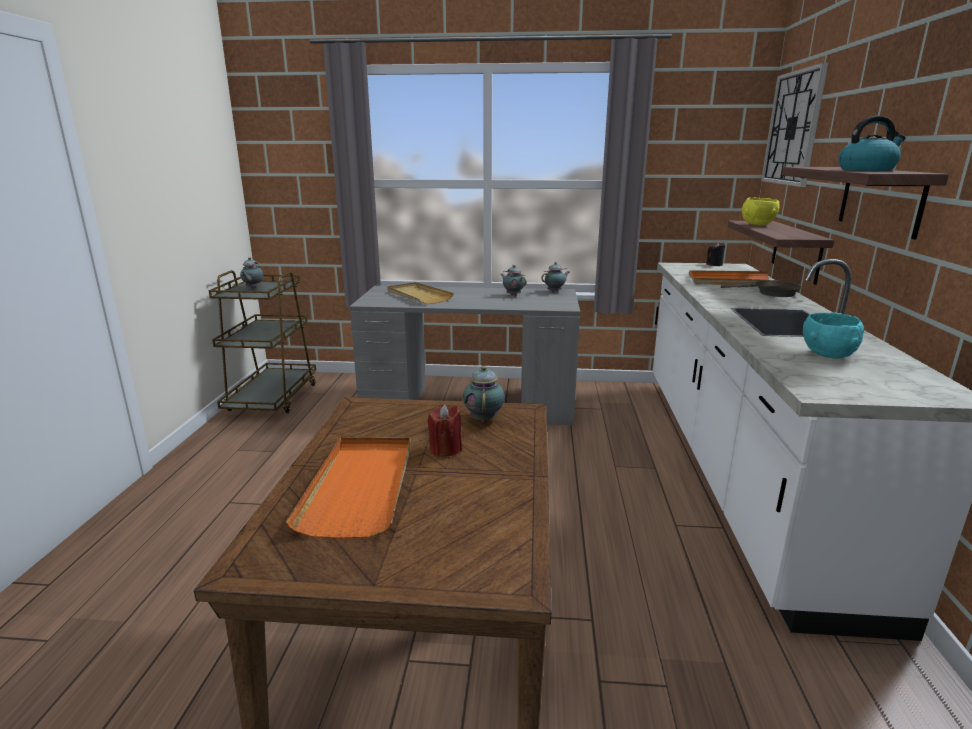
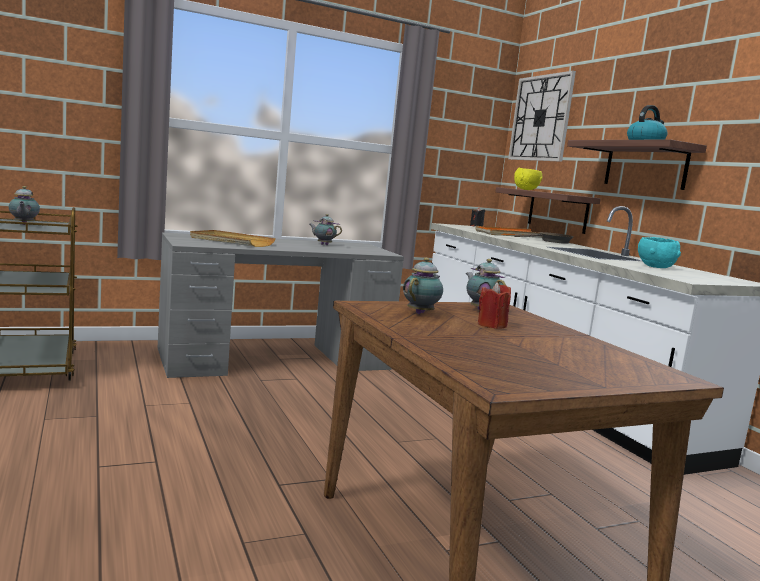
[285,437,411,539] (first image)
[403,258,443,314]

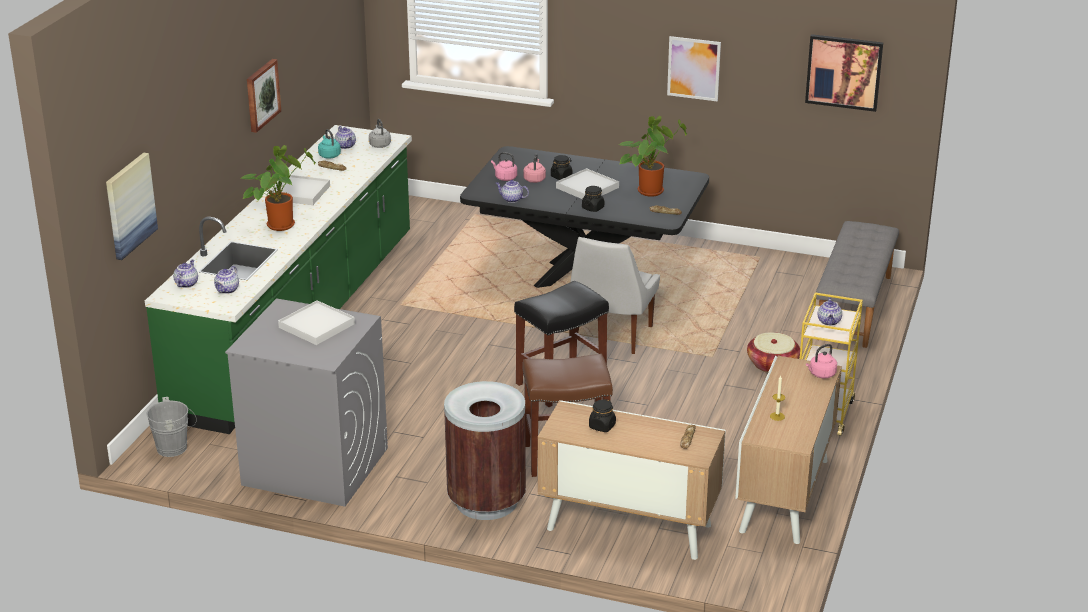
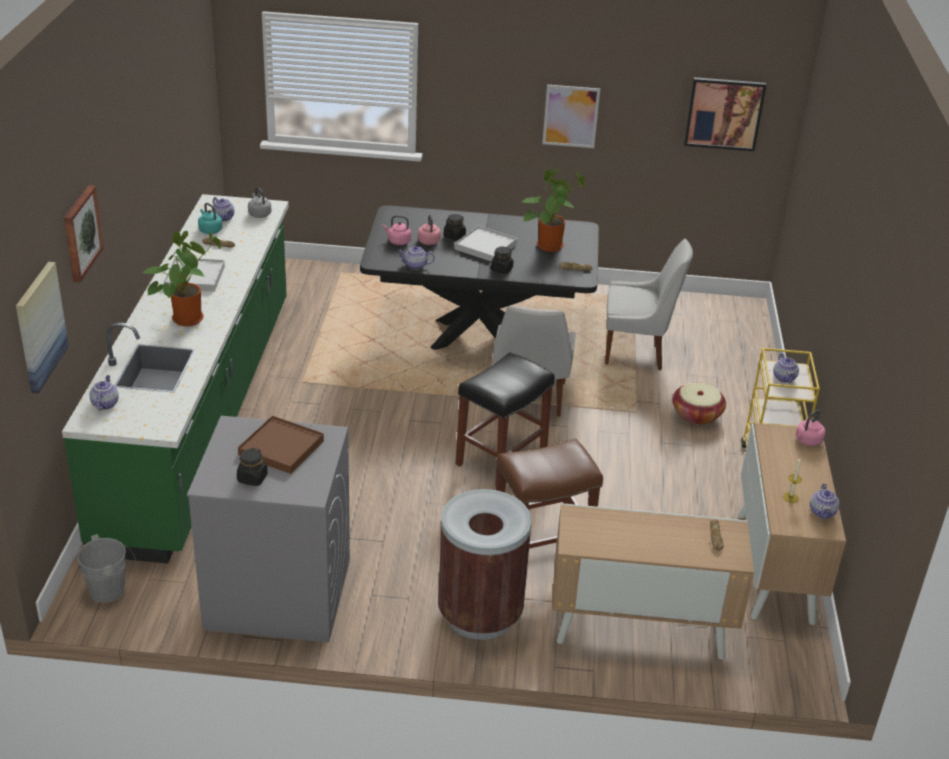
[810,483,840,519]
[64,185,104,283]
[238,416,324,474]
[237,448,268,486]
[816,221,899,348] (first image)
[605,239,693,371]

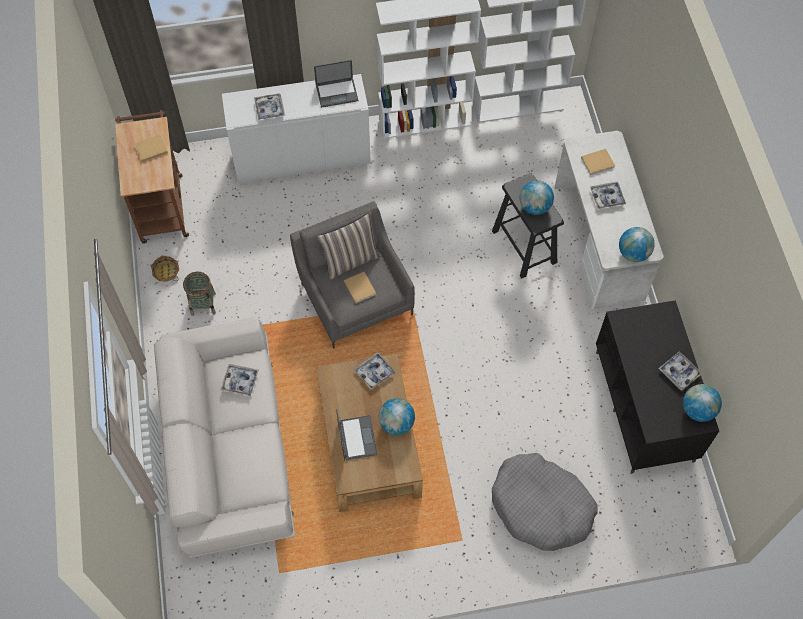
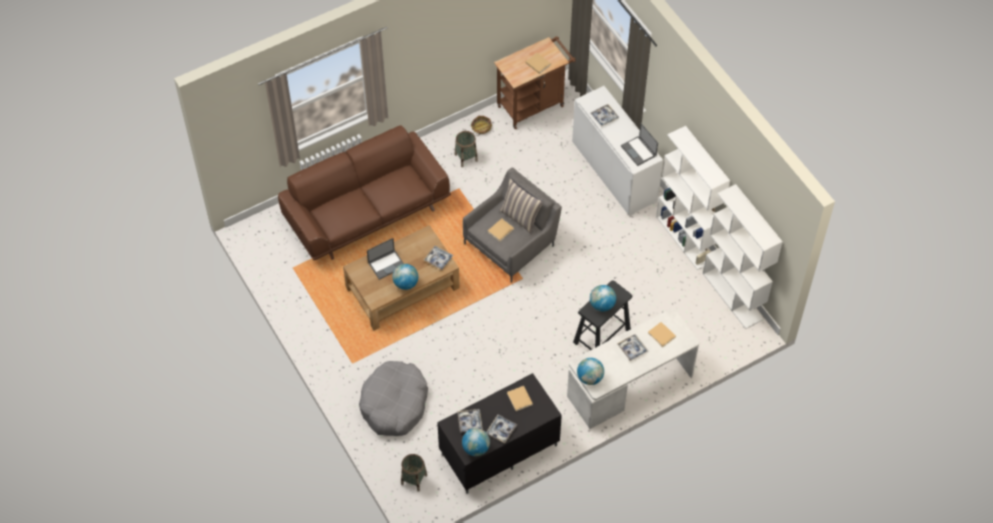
[278,125,451,260]
[457,409,483,433]
[401,454,427,491]
[507,386,533,411]

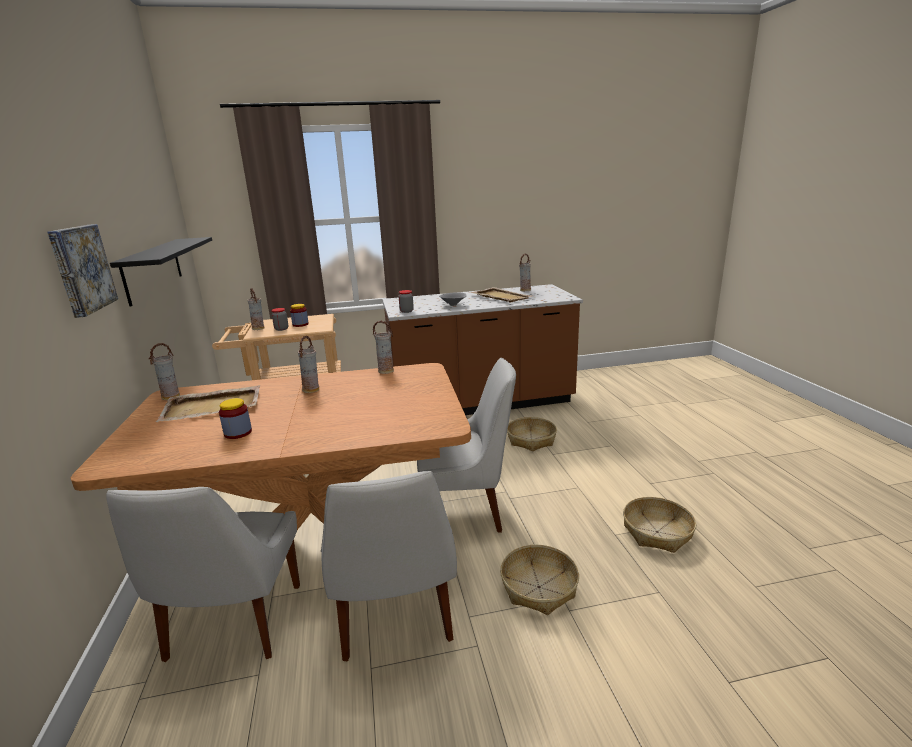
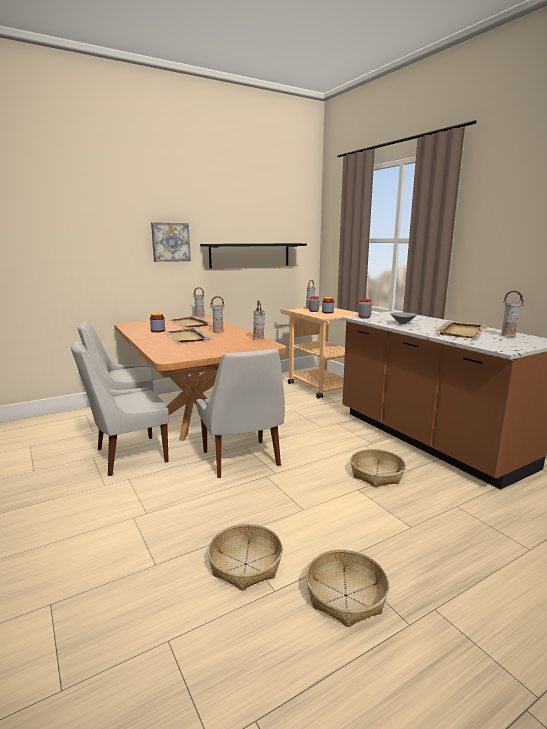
[306,549,389,627]
[164,327,212,342]

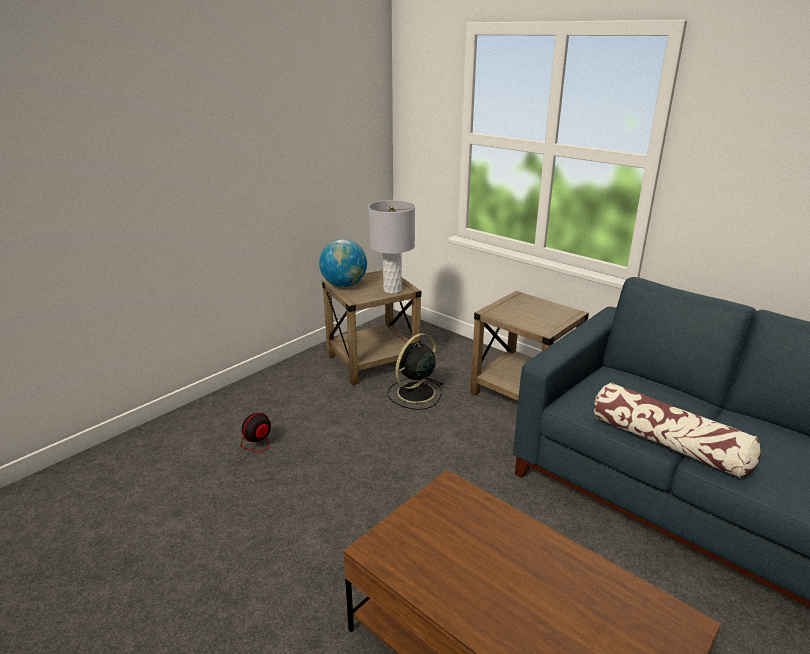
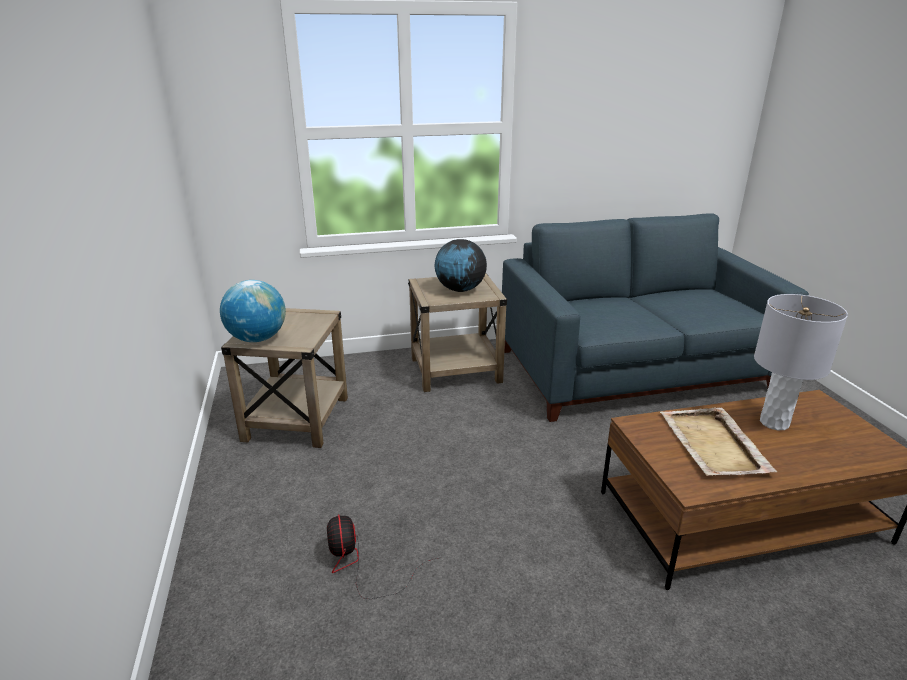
[754,294,848,430]
[387,333,443,410] (first image)
[594,383,761,478] (first image)
[435,239,487,292]
[660,407,777,476]

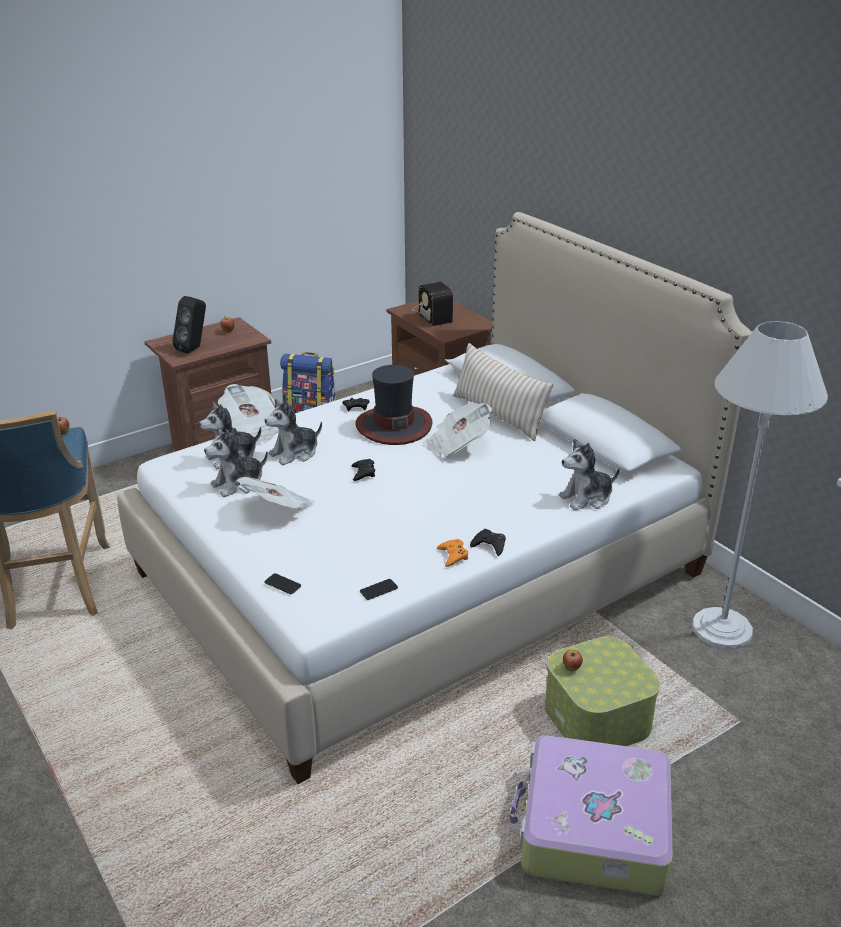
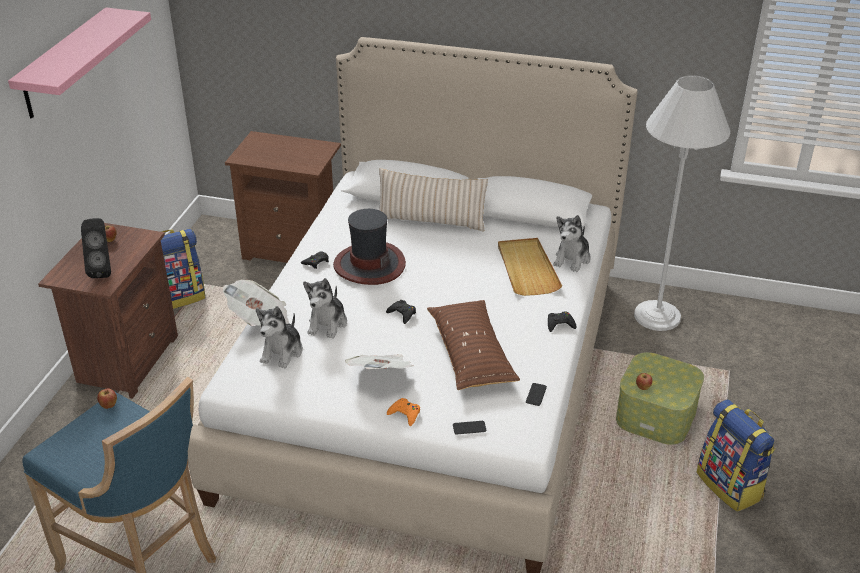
[204,427,268,497] (first image)
[412,282,453,326] (first image)
[423,402,493,457] (first image)
[387,398,420,426]
[697,399,775,512]
[8,7,151,119]
[427,300,520,390]
[498,238,562,296]

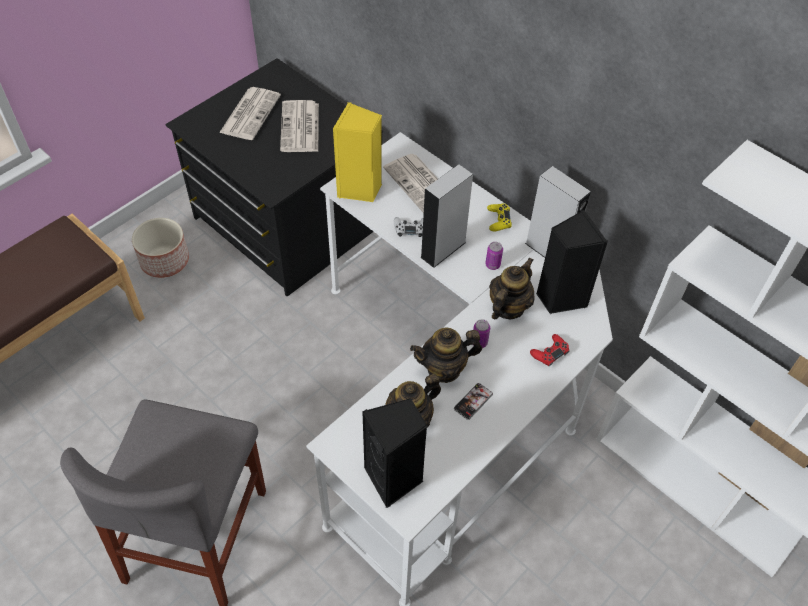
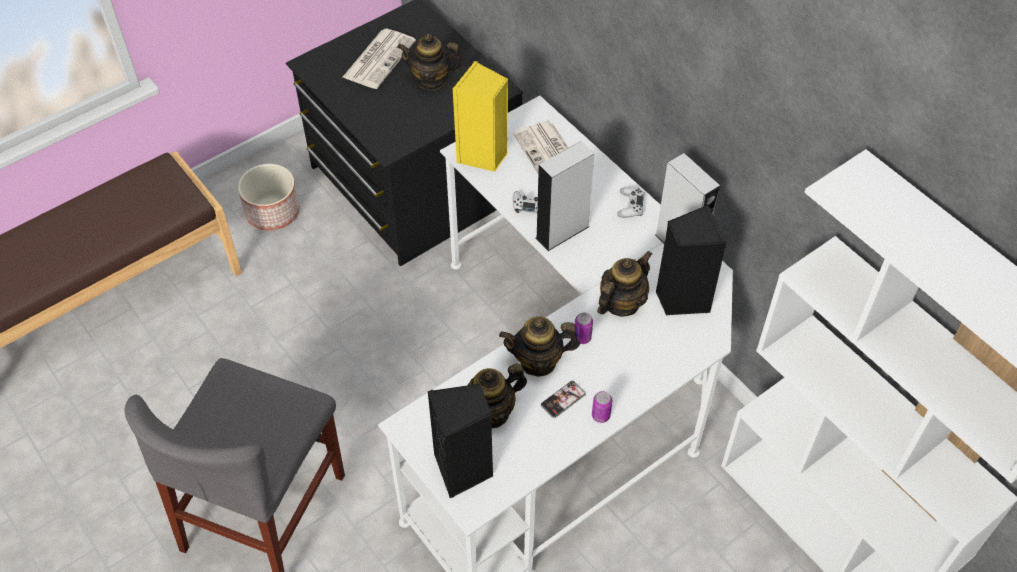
[397,34,464,90]
[592,391,612,423]
[617,187,645,218]
[530,334,570,366] (first image)

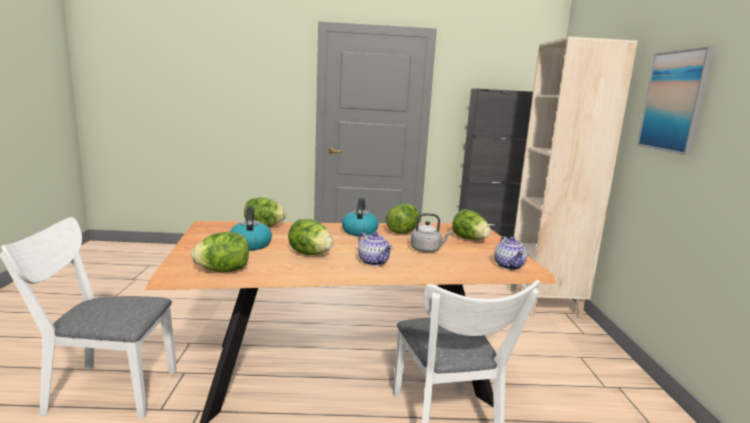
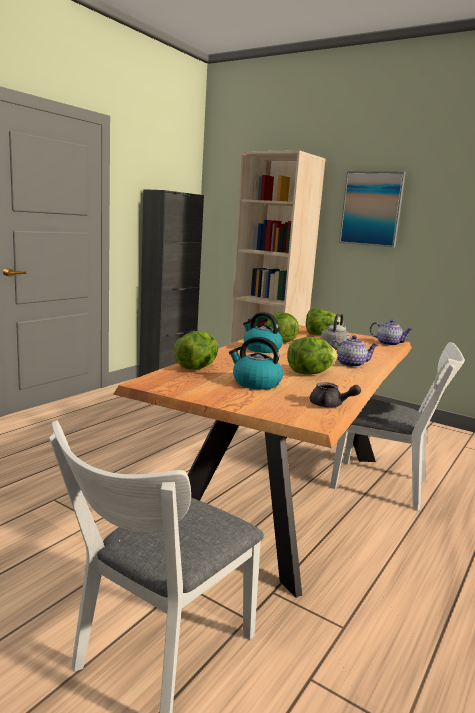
[310,382,361,408]

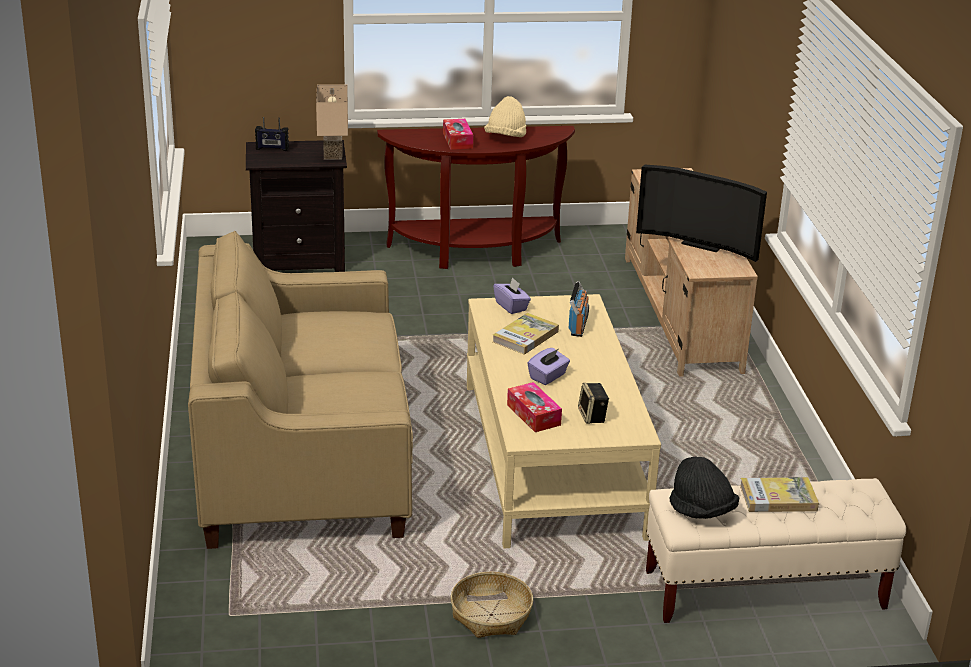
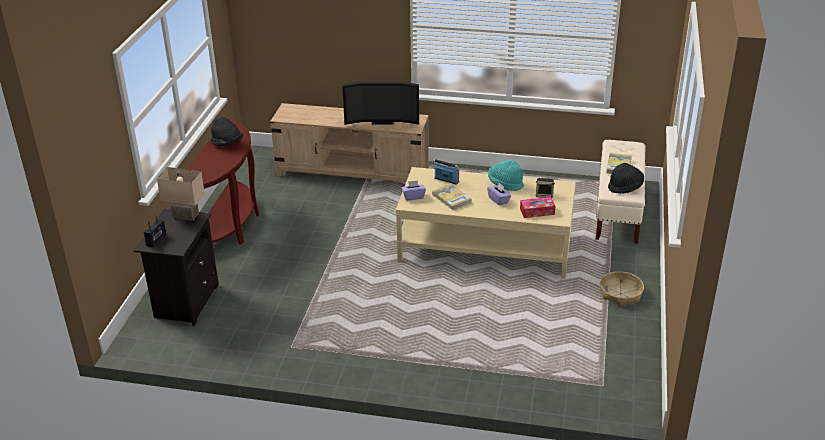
[188,231,413,549] (first image)
[443,119,473,150] (first image)
[211,117,243,146]
[342,82,419,125]
[488,160,524,191]

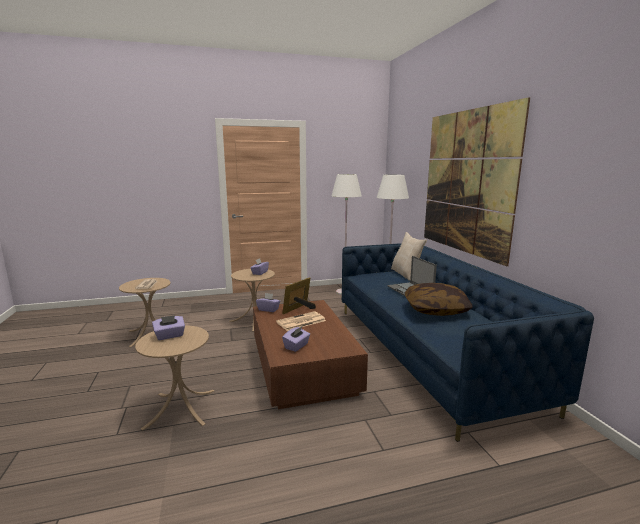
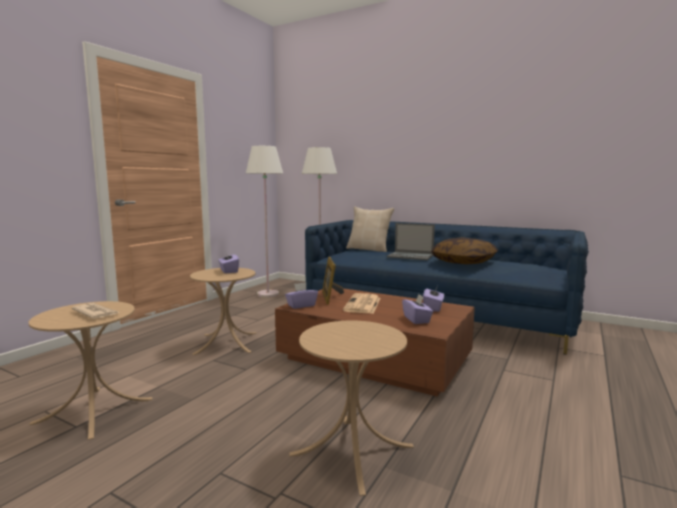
[423,286,444,312]
[424,97,530,266] (first image)

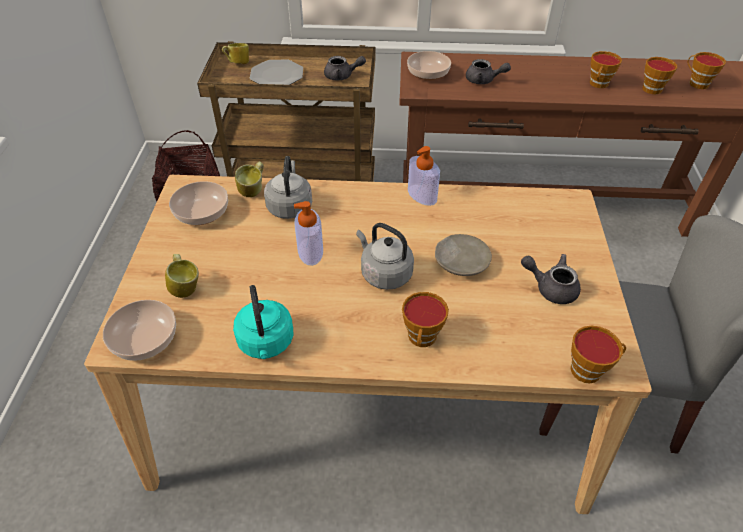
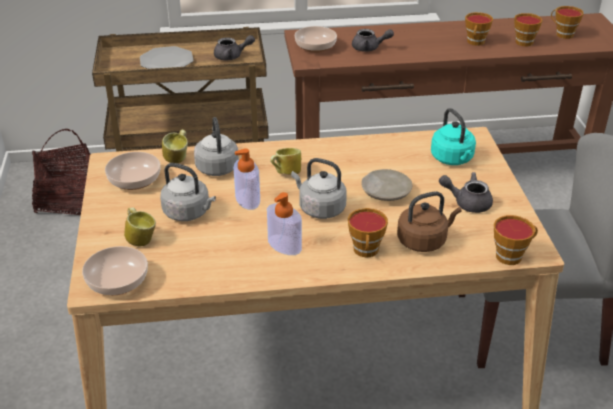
[270,148,301,174]
[431,108,476,165]
[267,192,302,255]
[160,163,216,221]
[397,191,461,252]

